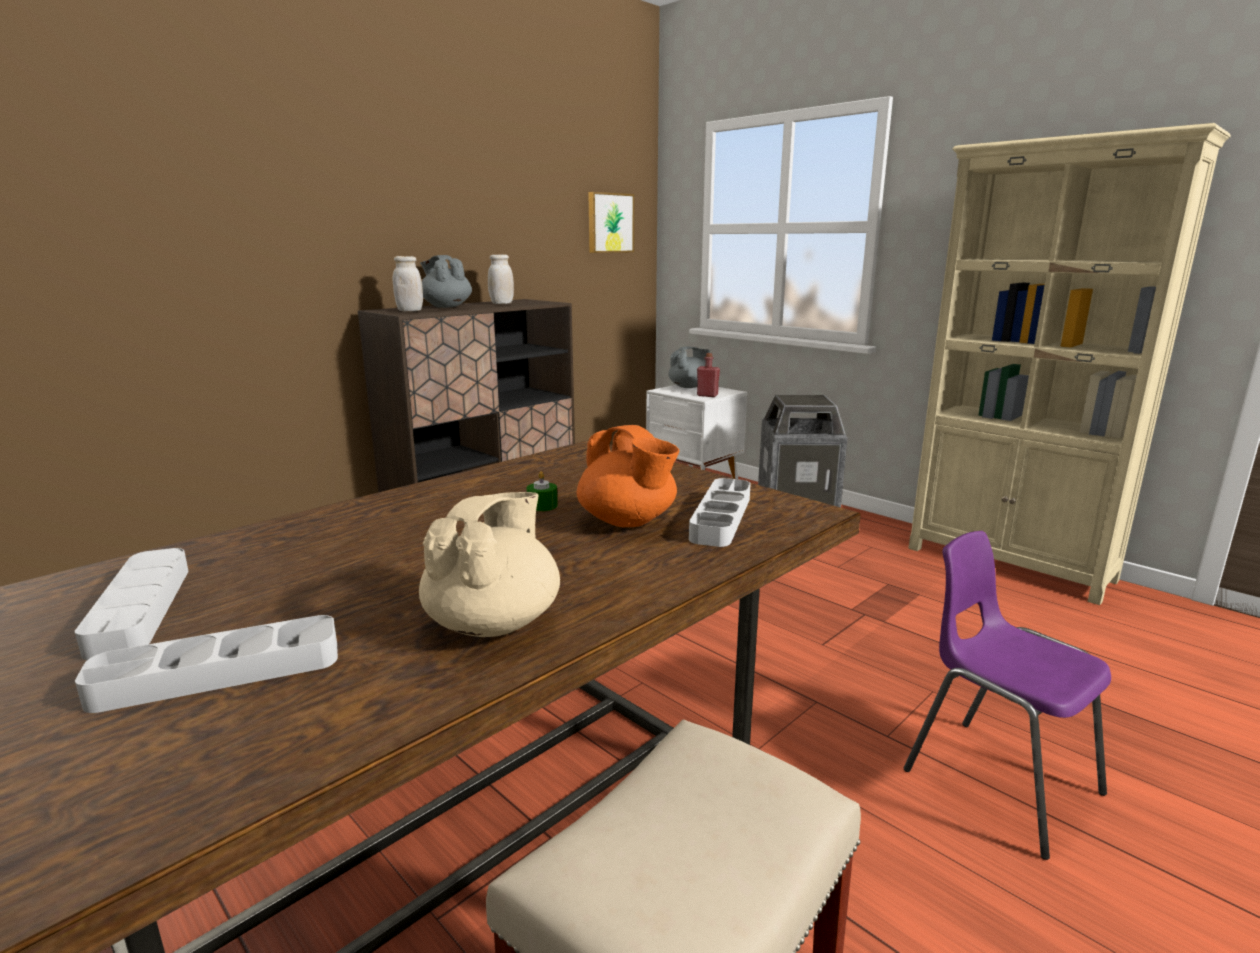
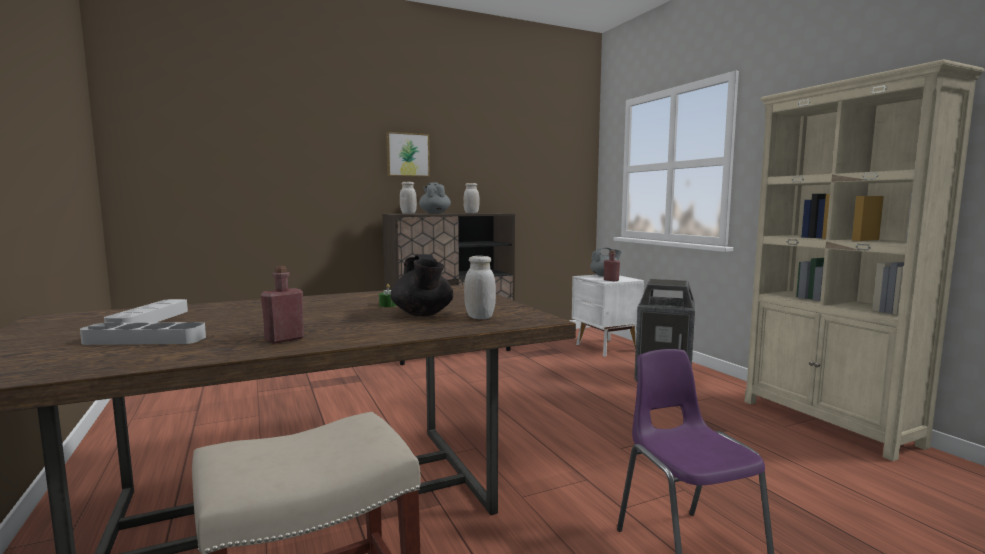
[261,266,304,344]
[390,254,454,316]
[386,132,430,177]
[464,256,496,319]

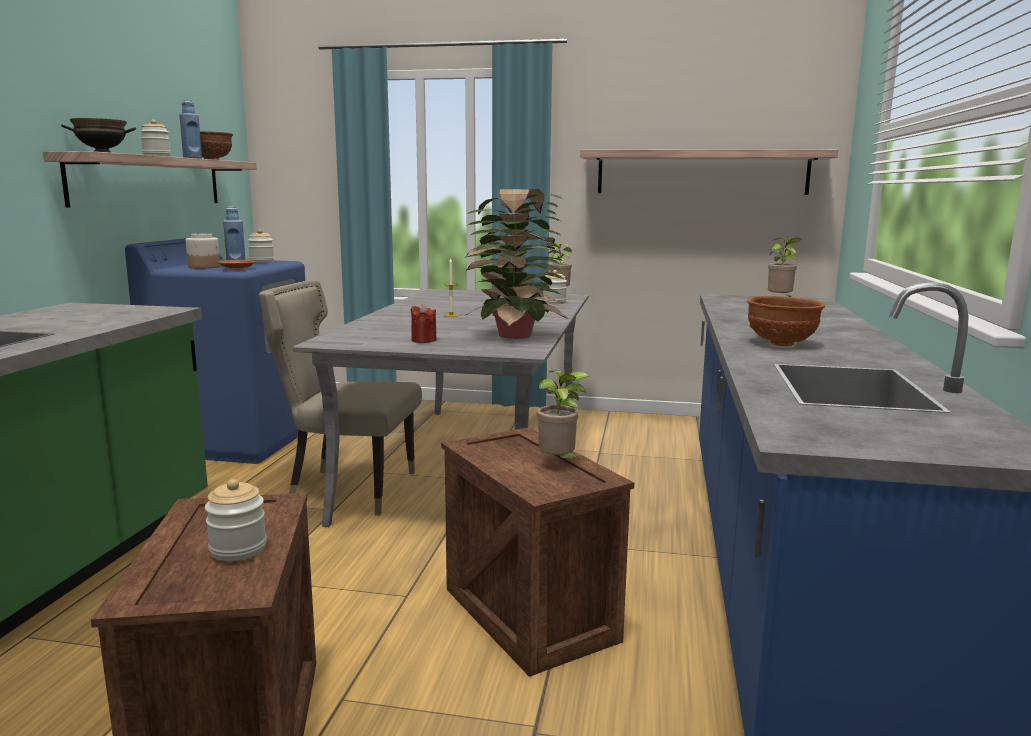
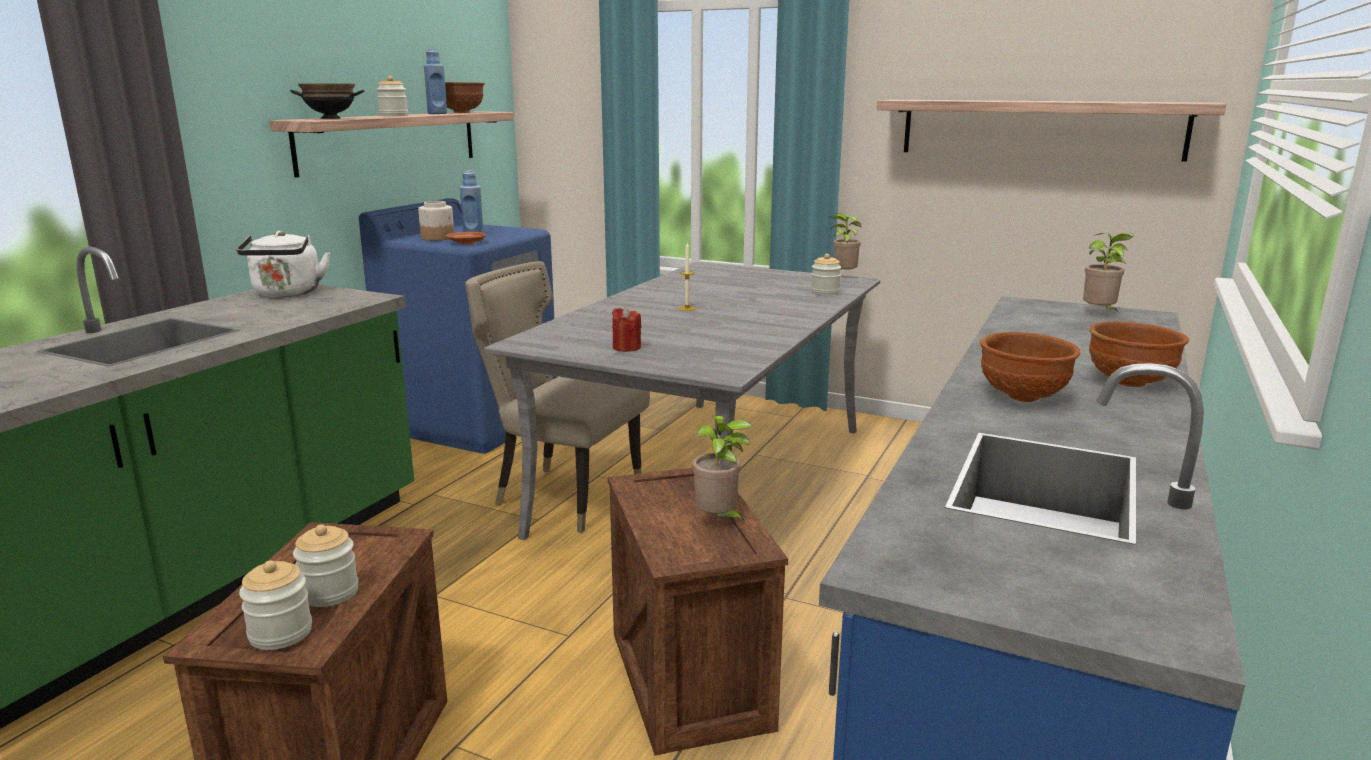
[239,560,312,650]
[464,189,569,339] (first image)
[236,231,330,297]
[1089,321,1189,387]

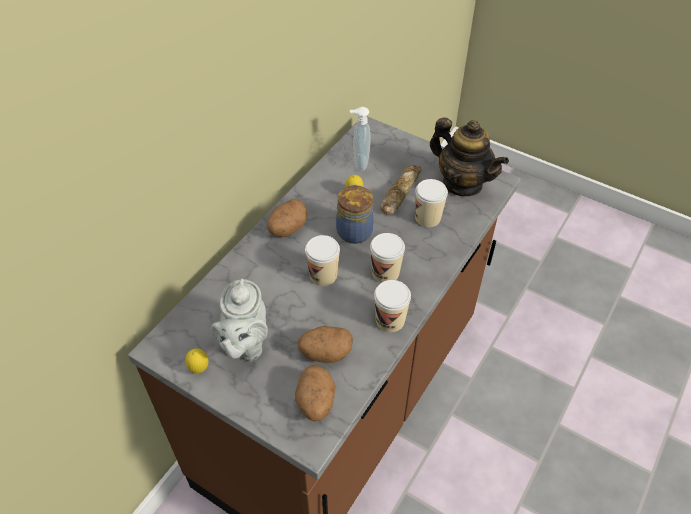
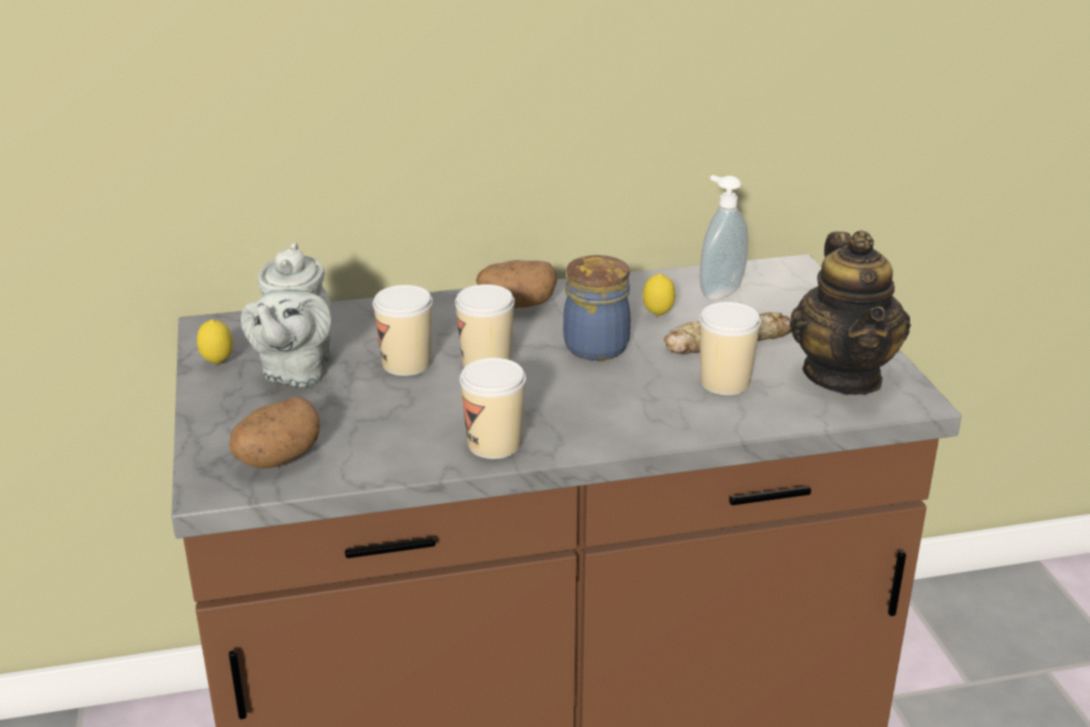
[241,242,331,387]
[297,326,353,363] (first image)
[373,285,433,376]

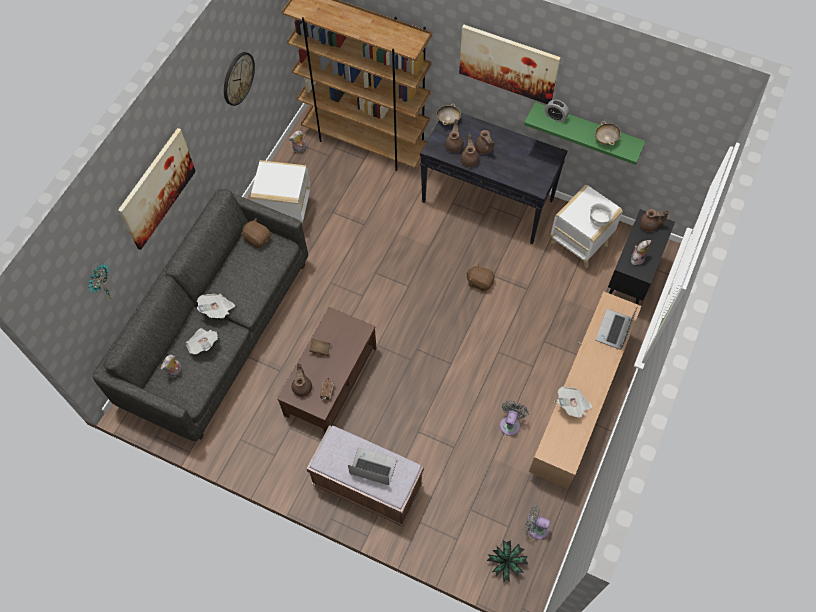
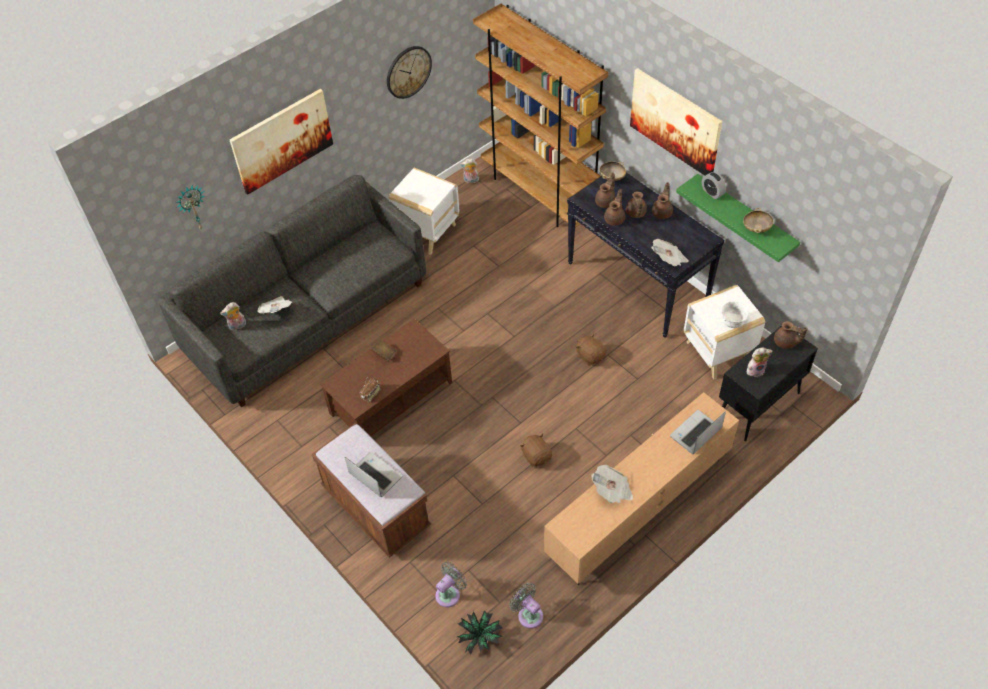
[651,239,689,267]
[520,433,552,467]
[652,182,673,219]
[435,562,467,607]

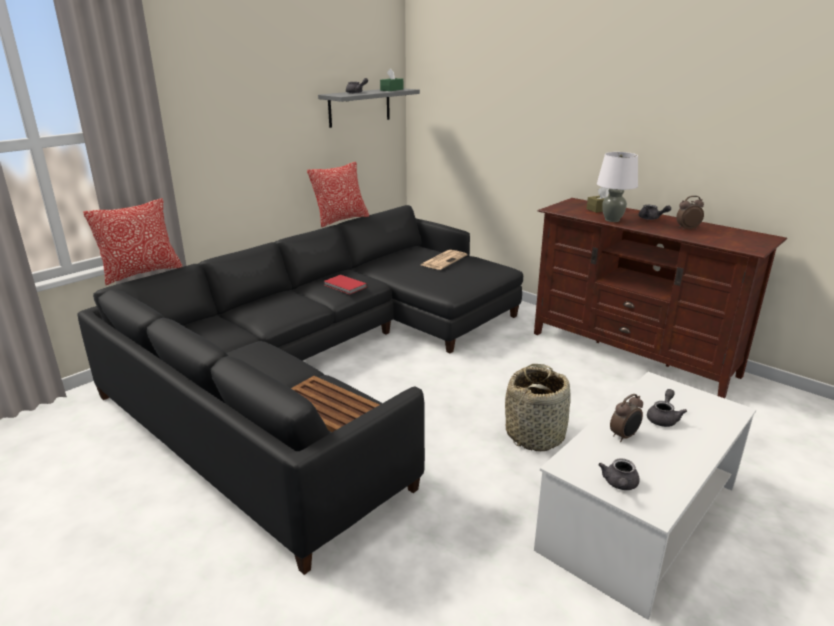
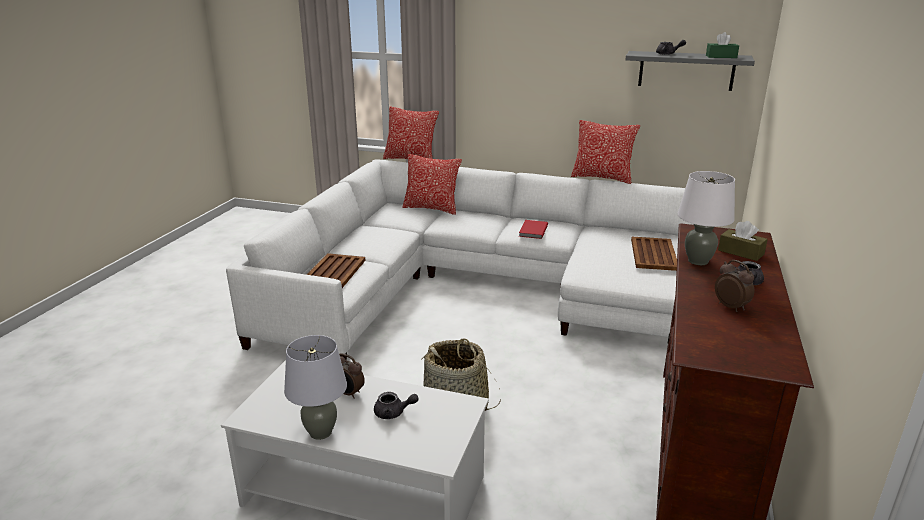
[226,159,694,361]
[631,237,677,271]
[598,458,640,490] (first image)
[284,335,347,440]
[402,154,462,215]

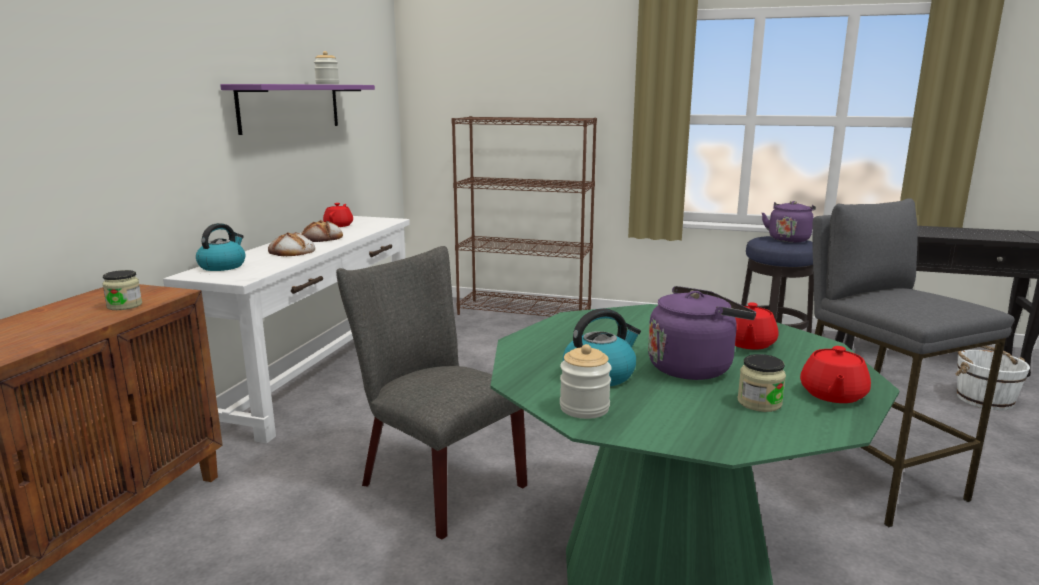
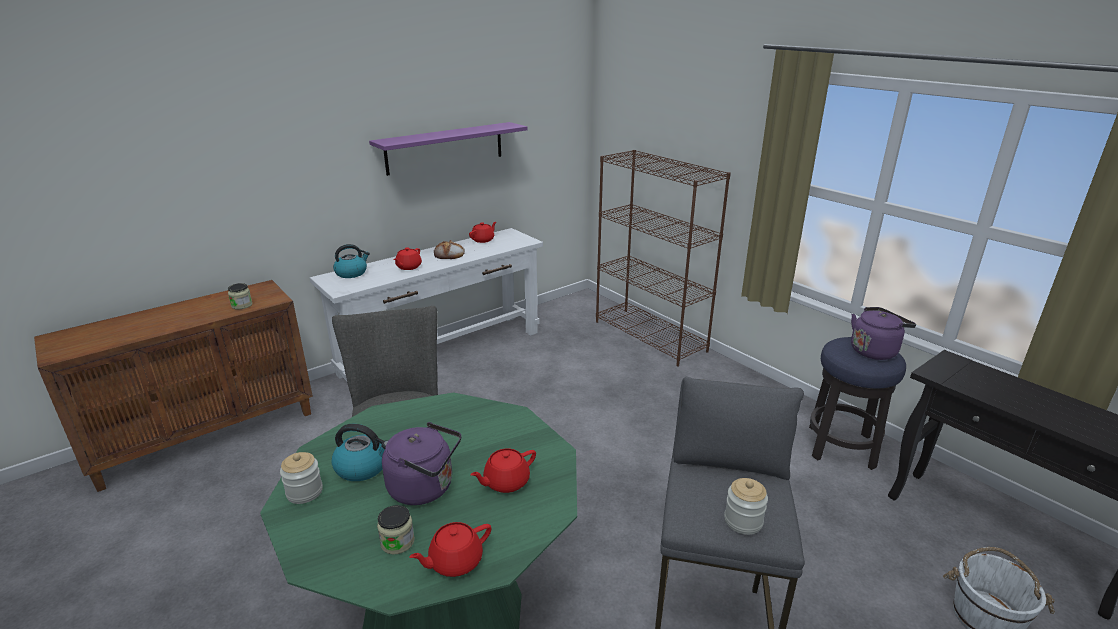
[393,247,422,270]
[724,478,768,535]

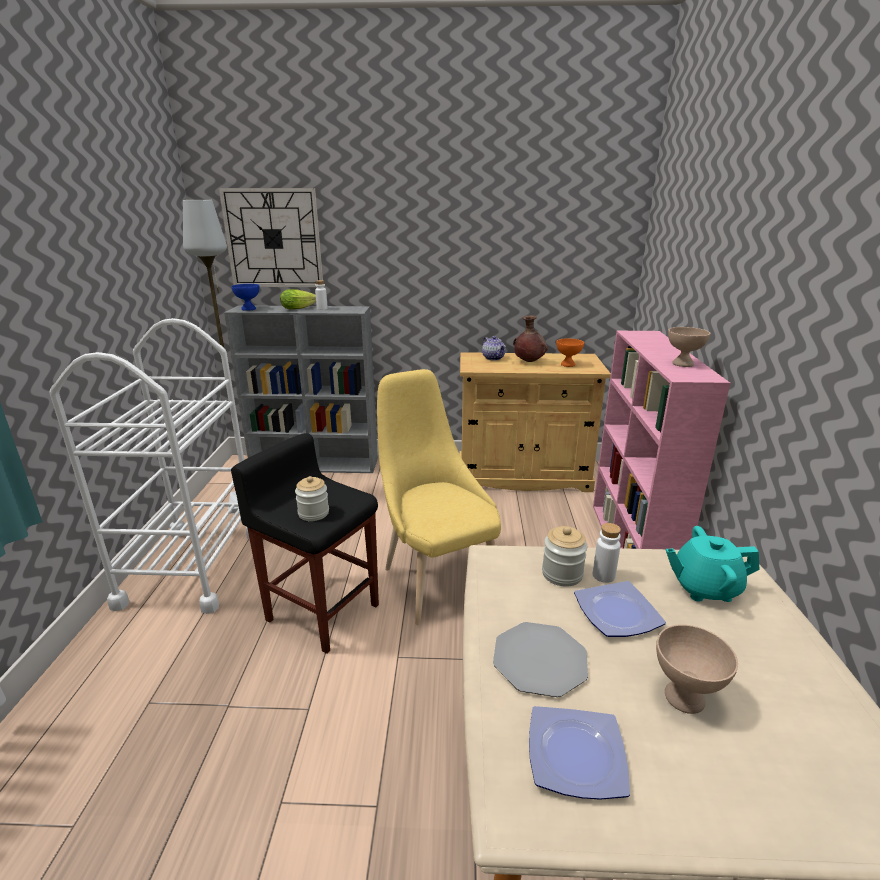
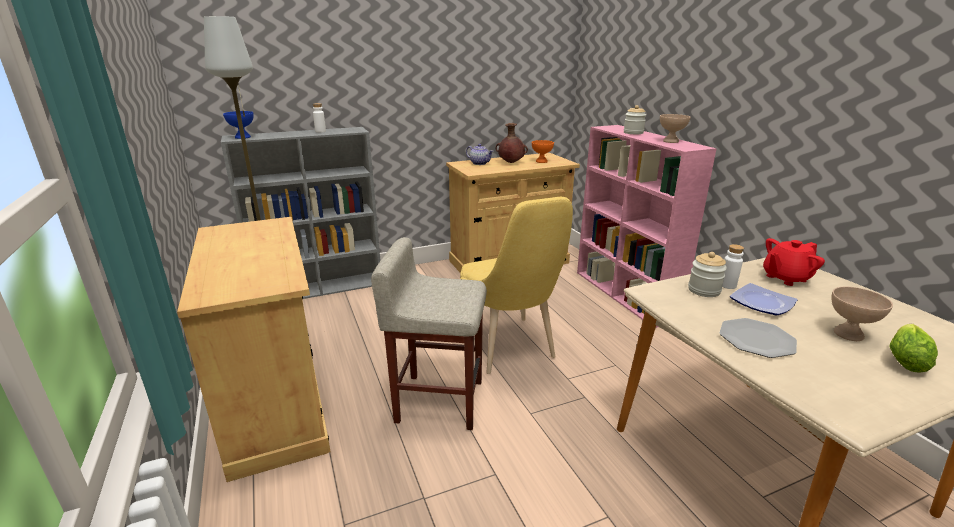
[177,217,330,482]
[219,188,323,287] (first image)
[371,237,487,430]
[890,324,938,373]
[624,105,646,134]
[460,197,573,374]
[529,706,630,800] (first image)
[763,238,825,286]

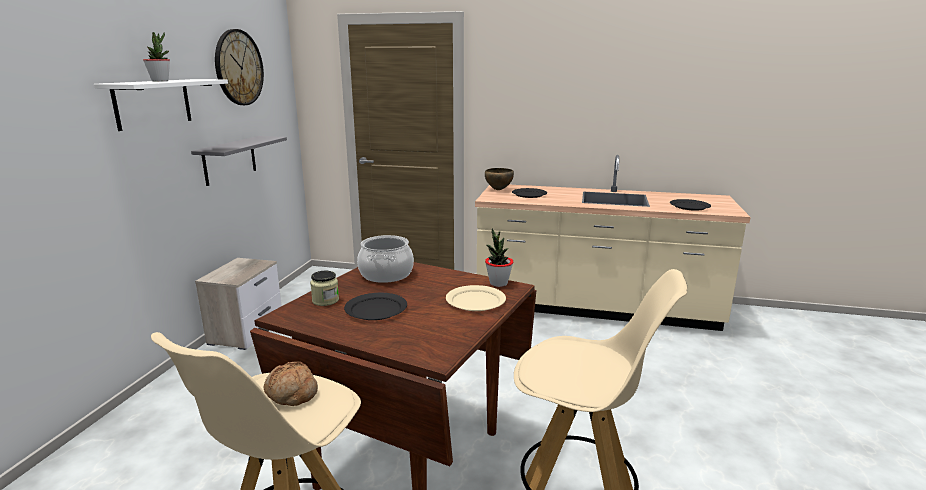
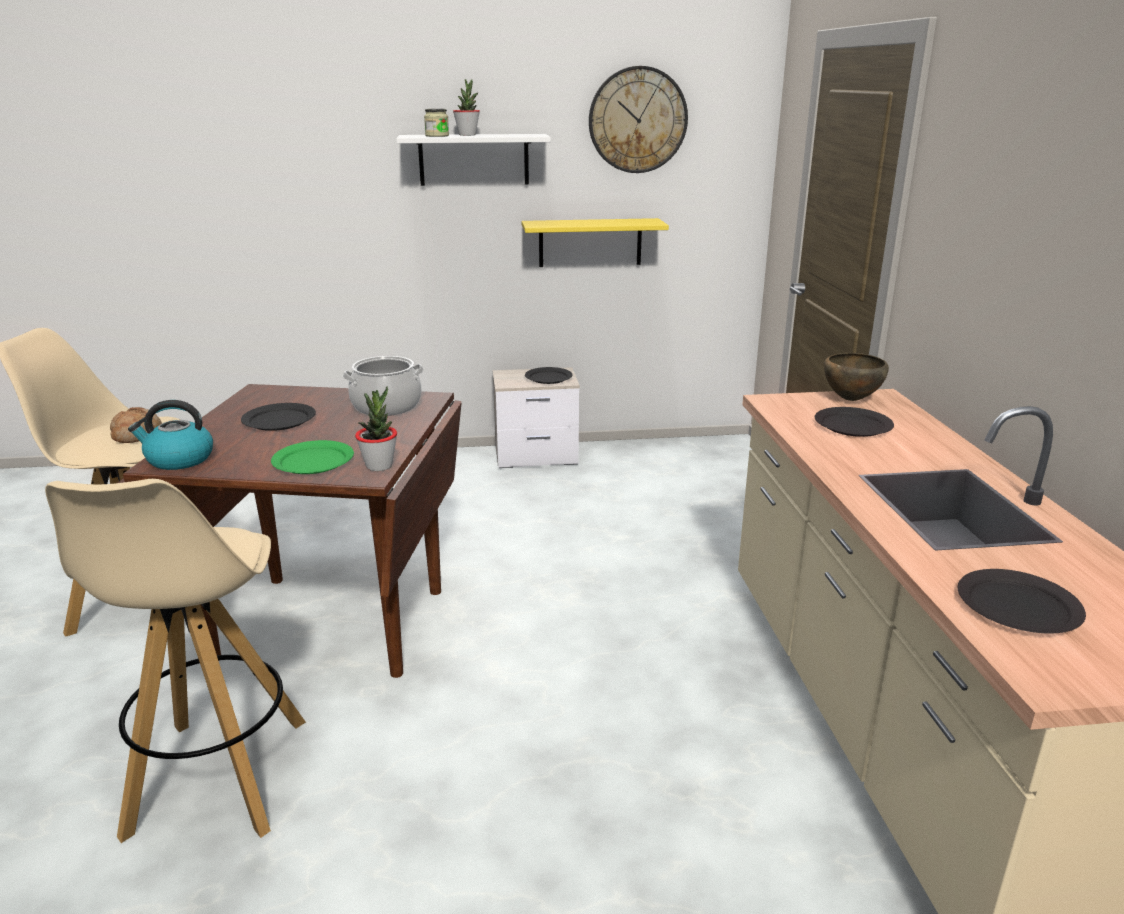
[522,218,669,267]
[424,109,449,137]
[271,440,354,474]
[128,400,213,470]
[525,367,573,384]

